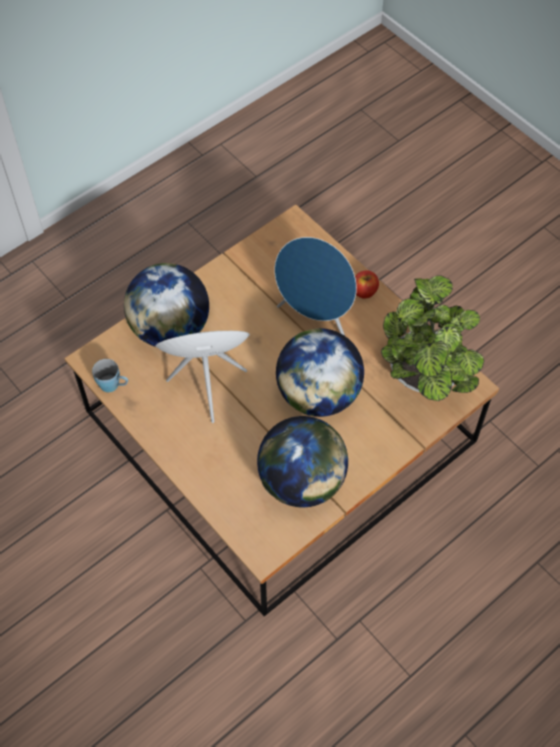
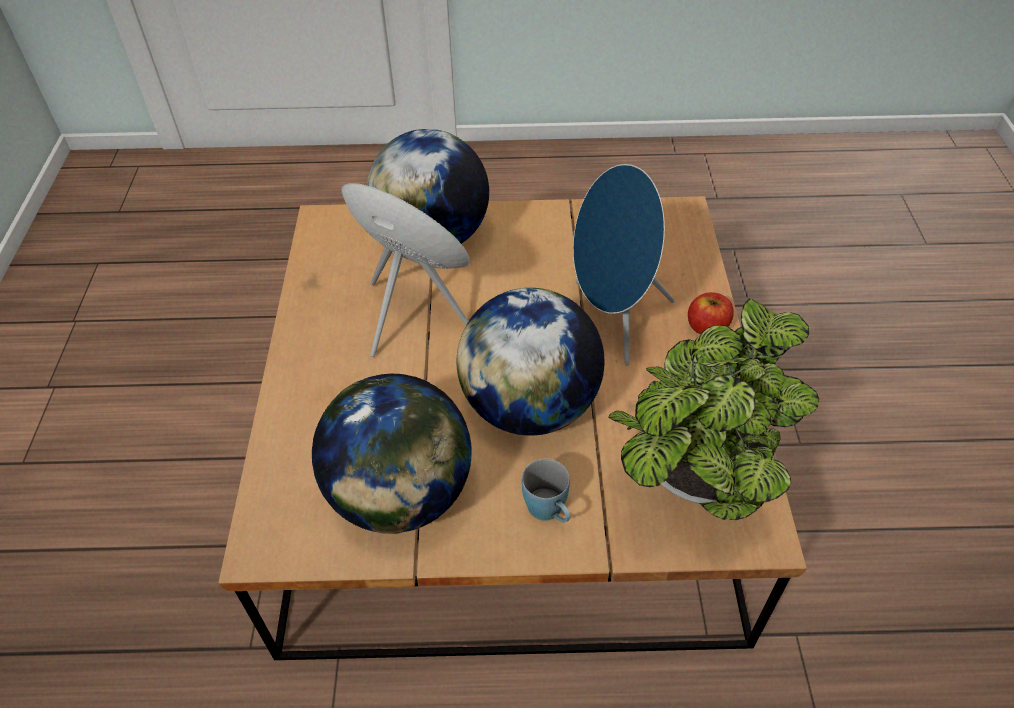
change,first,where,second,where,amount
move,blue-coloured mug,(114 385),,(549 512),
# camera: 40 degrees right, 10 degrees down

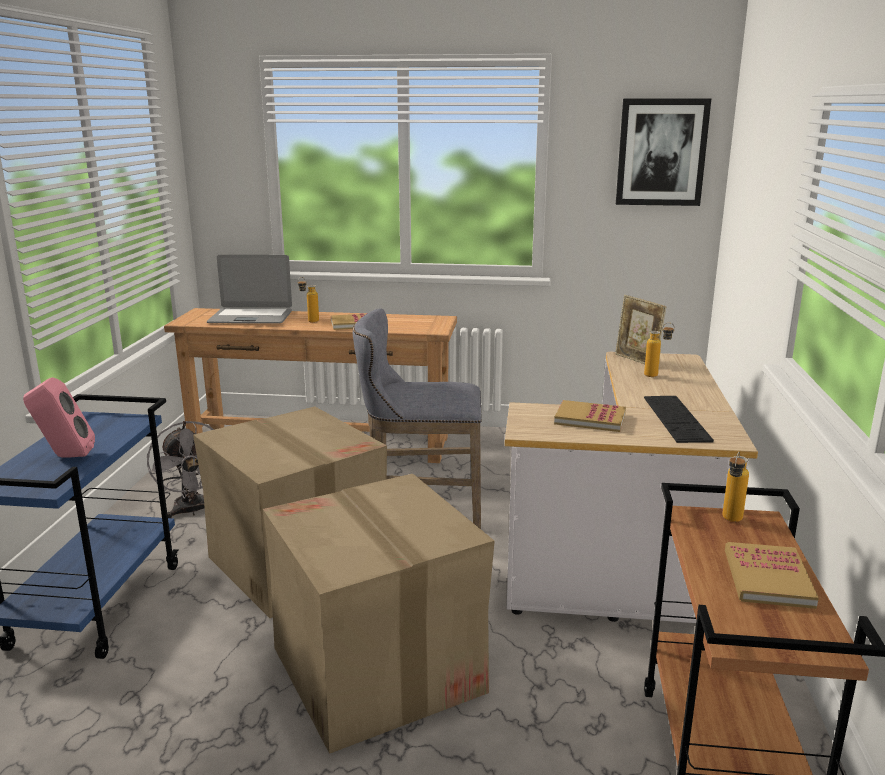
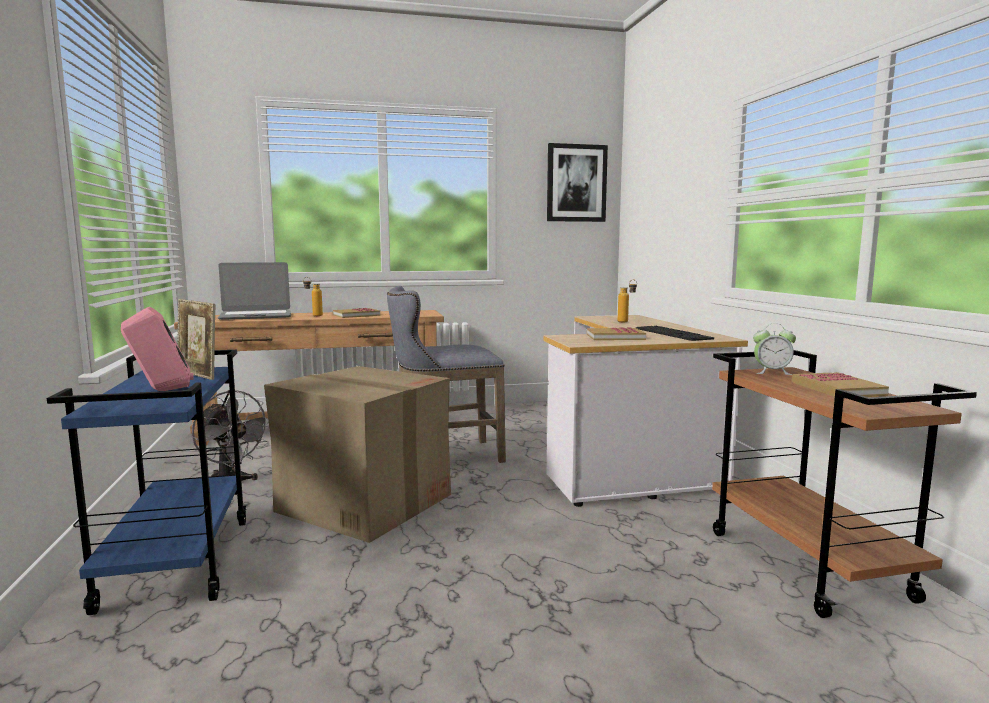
change,first,where,second,where,amount
delete,carton,(378 670),,,
move,picture frame,(637 361),,(198 375),
replace,bottle,(730 521),bedside clock,(772 372),
# camera: 20 degrees left, 10 degrees down

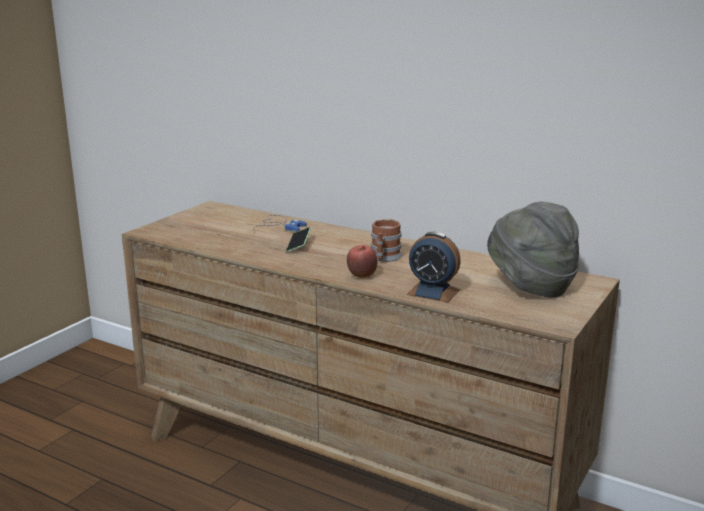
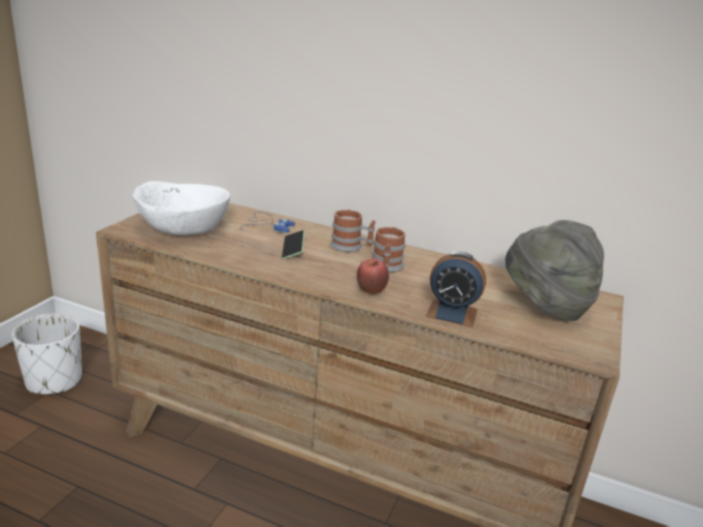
change,first,where,second,where,amount
insert,,,white plant pot,(54 380),
insert,,,white bowl,(183 228),
insert,,,mug,(351 247),
# camera: 10 degrees left, 5 degrees up

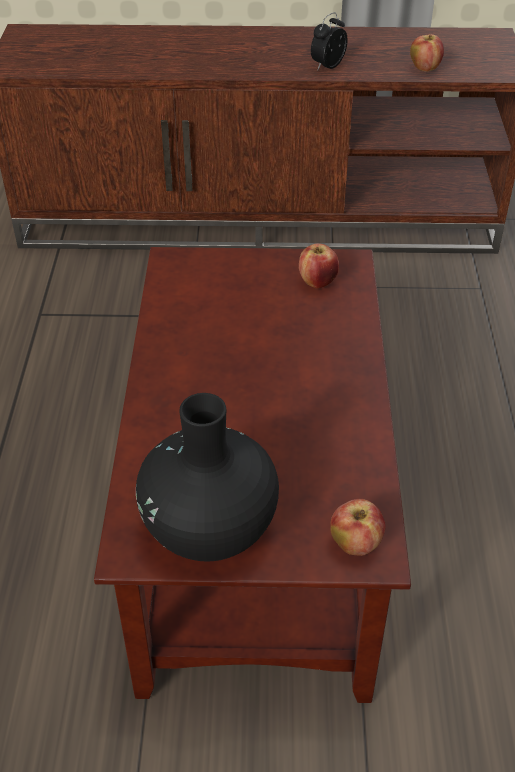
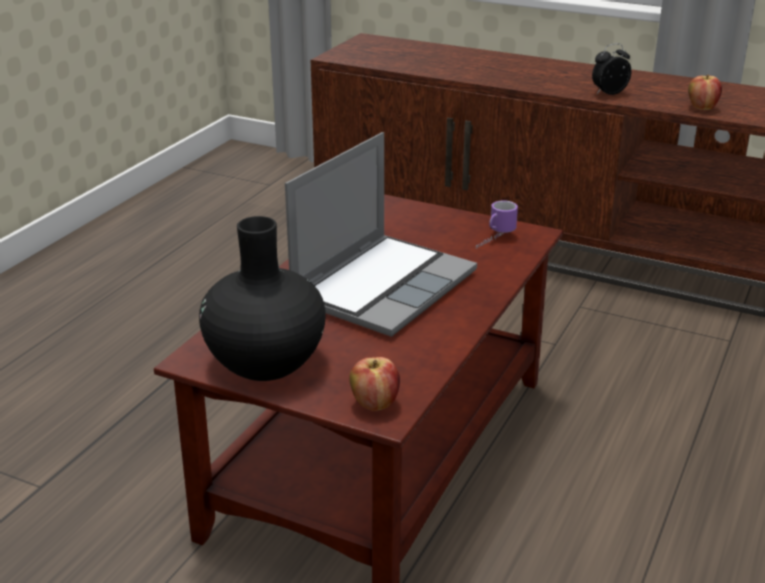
change,first,where,second,where,amount
insert,,,laptop,(383 286),
replace,apple fruit,(317 282),mug,(493 240),
# camera: 25 degrees right, 15 degrees down

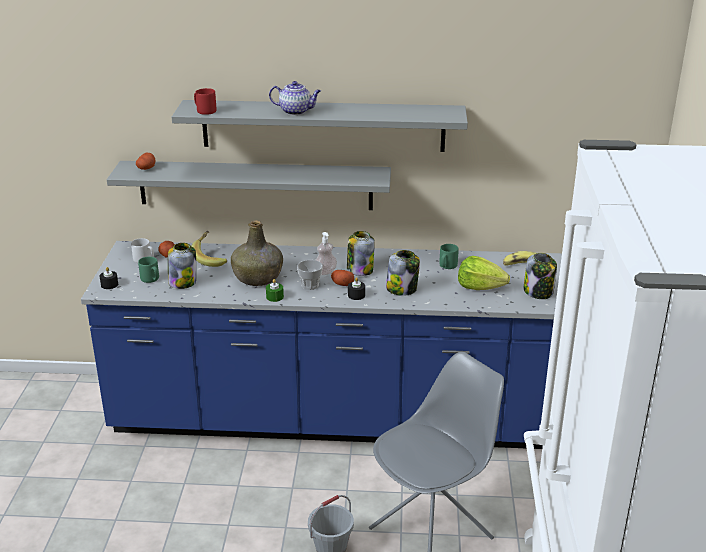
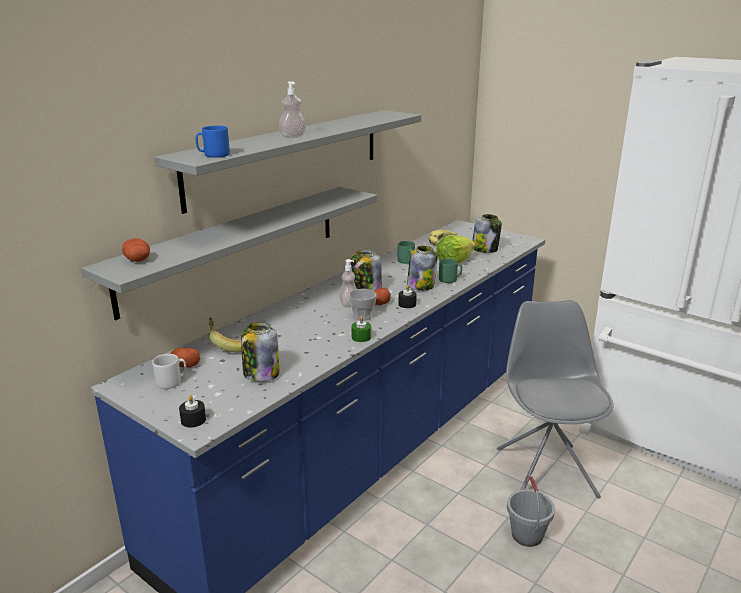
change,first,where,second,where,amount
delete,green bottle,(258 277),,,
move,green mug,(151 279),,(450 279),
replace,pot for tea,(296 111),liquid soap bottle,(293 136),
recolor,red mug,(204 111),blue-coloured mug,(213 155),
# camera: 55 degrees left, 5 degrees down

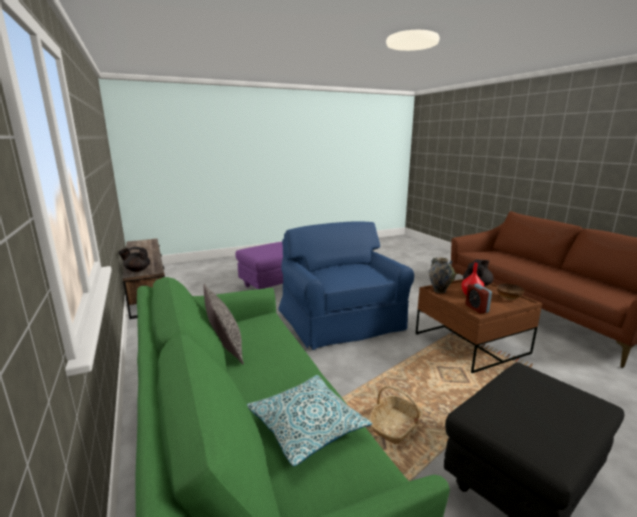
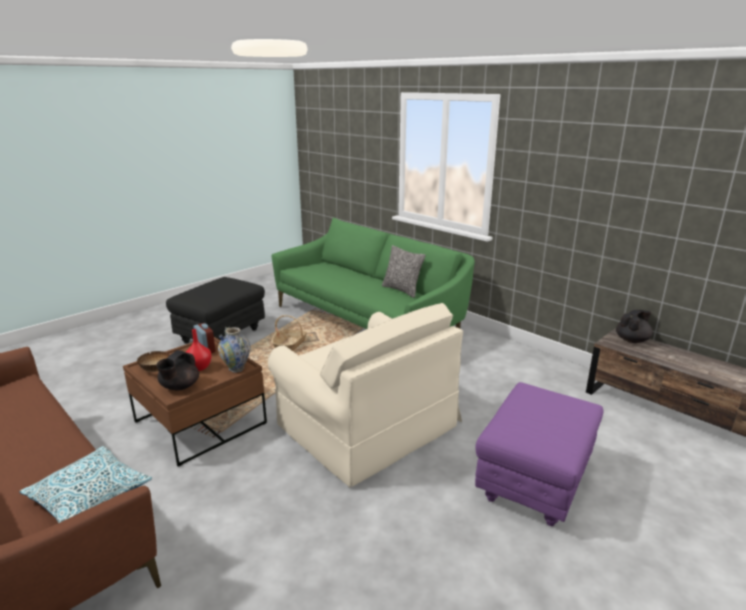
change,first,where,second,where,amount
move,throw pillow,(307 426),,(90 496),
recolor,blue-coloured armchair,(341 320),beige-coloured armchair,(367 426),
# camera: 160 degrees right, 5 degrees up

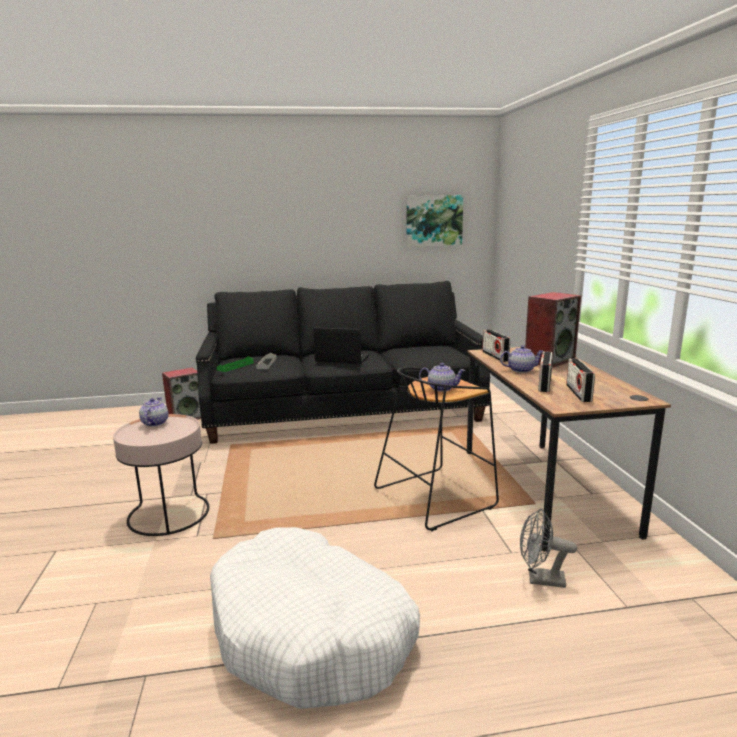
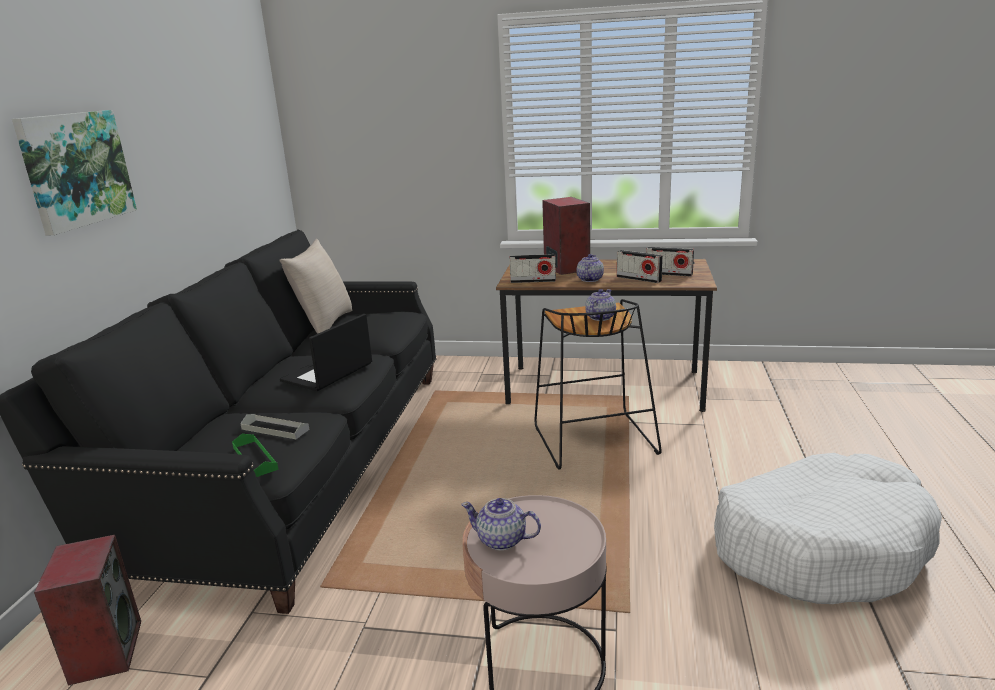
change,first,where,second,where,amount
delete,grey electric fan,(540 579),,,
insert,,,beige-coloured throw pillow,(324 324),
move,wall picture,(433 221),,(76 169),
# camera: 70 degrees left, 5 degrees up

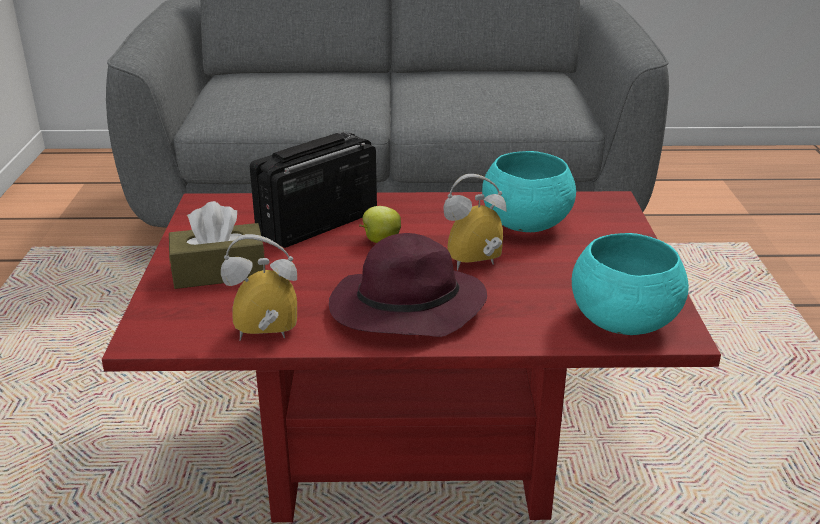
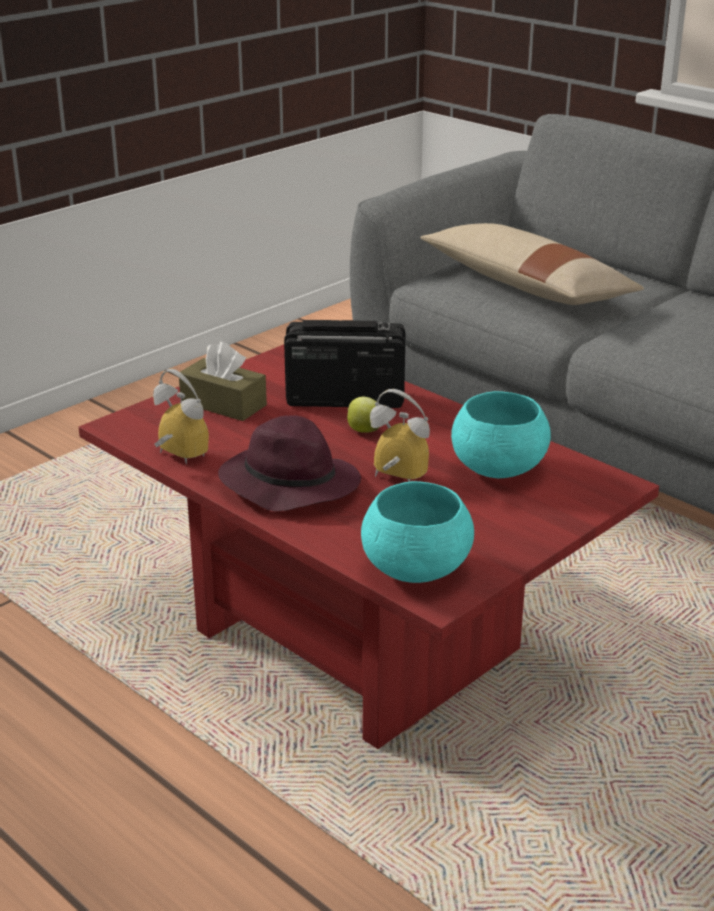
change,first,where,second,where,amount
insert,,,beige-coloured throw pillow,(526 286),
# camera: 45 degrees right, 0 degrees up

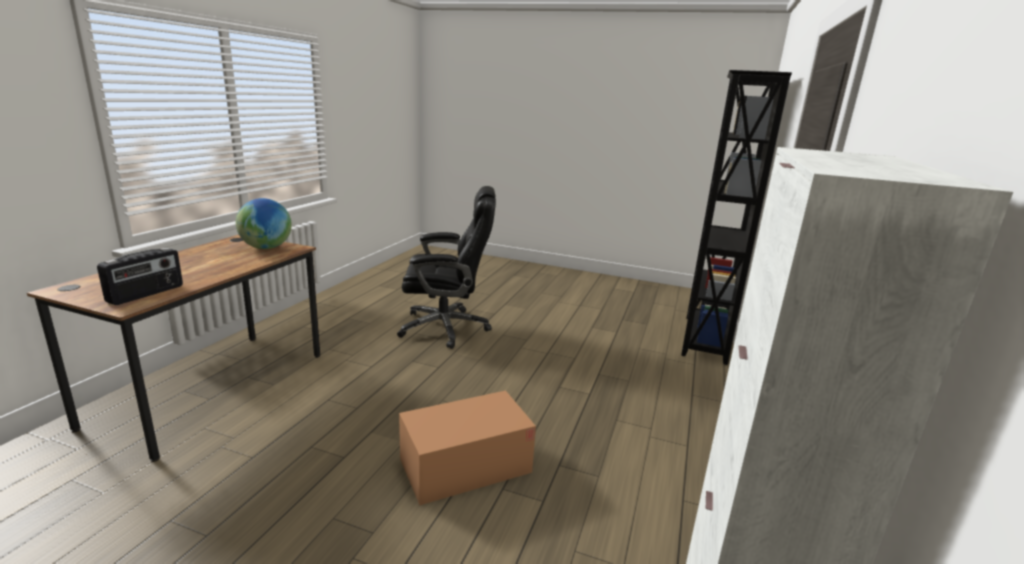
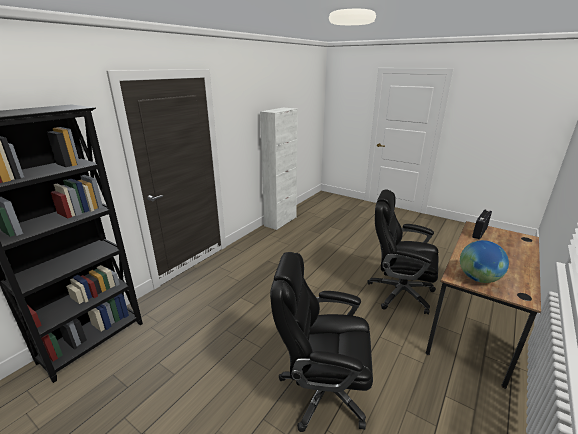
change,first,where,second,where,amount
delete,carton,(465 466),,,
insert,,,black-coloured office chair,(399 292),
# camera: 165 degrees left, 5 degrees up

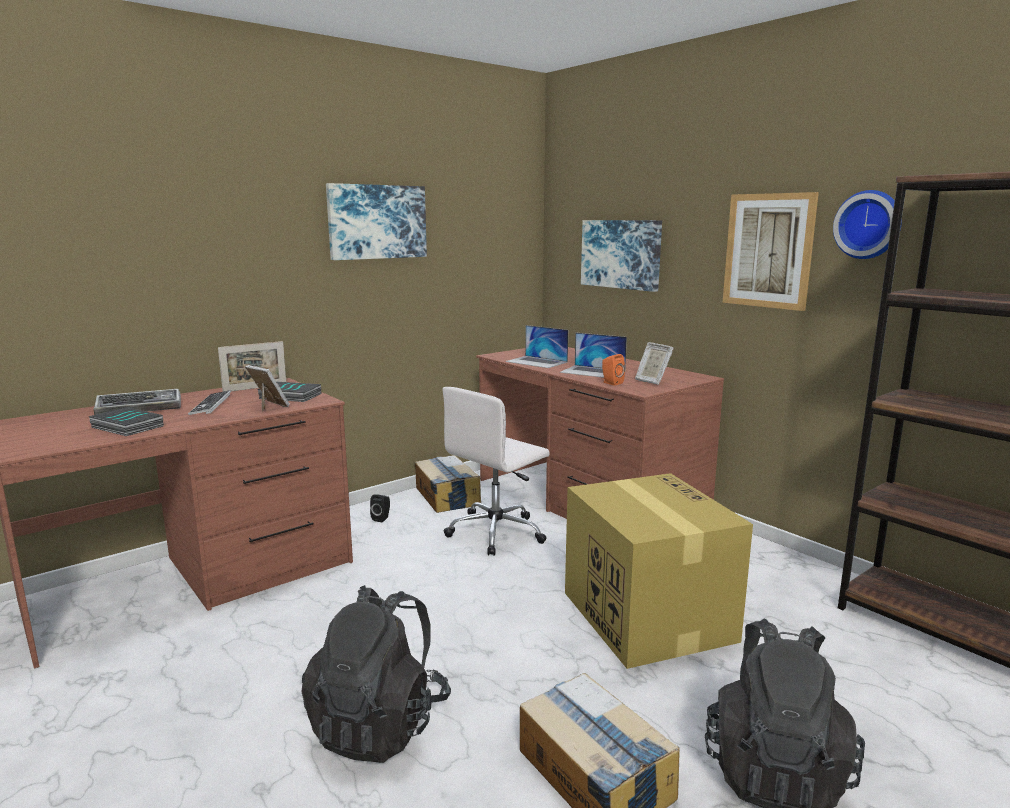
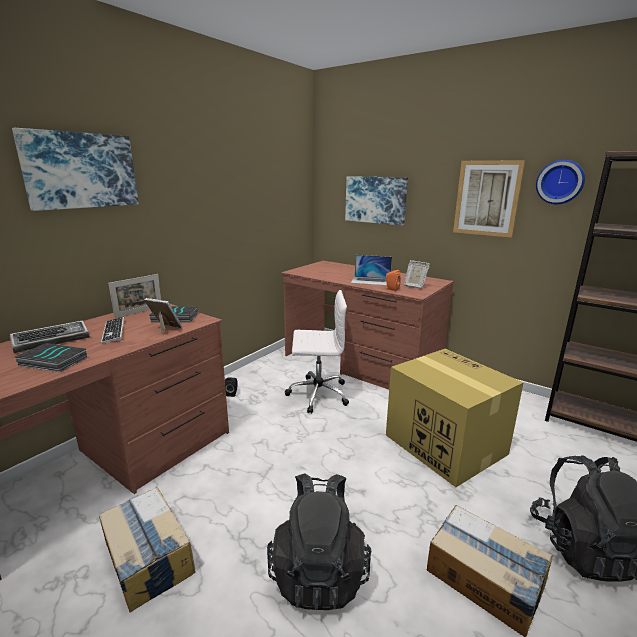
change,first,where,second,where,amount
delete,laptop,(536 362),,,
move,wall picture,(377 222),,(81 170),
move,carton,(447 496),,(148 558),
rotate,white office chair,(497 532),,(317 394),120 degrees counterclockwise
# camera: 15 degrees left, 5 degrees up

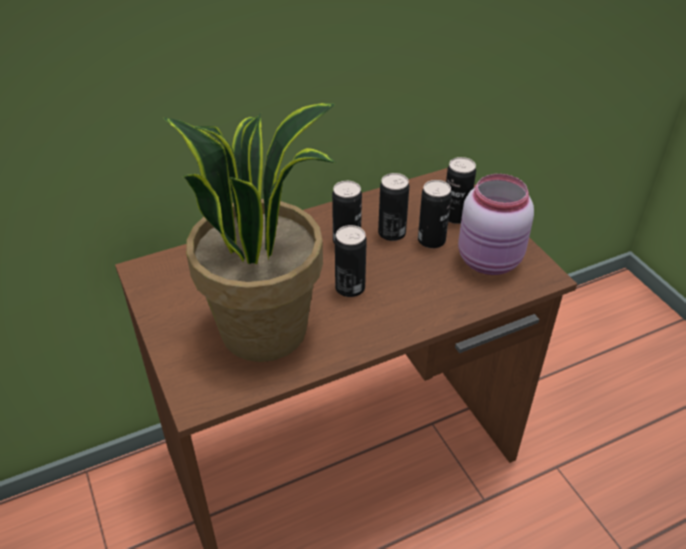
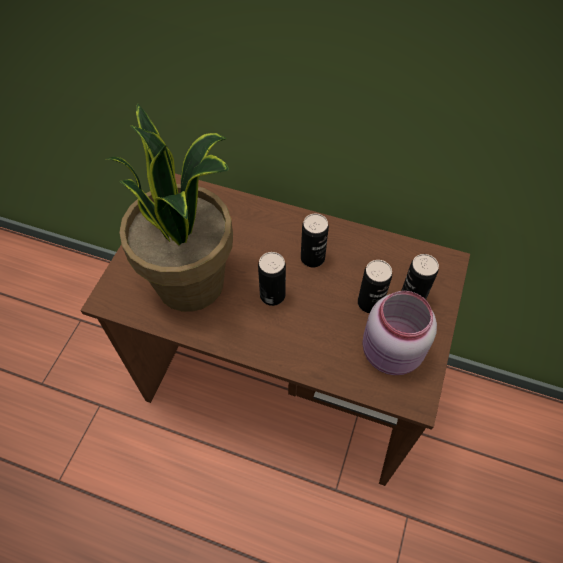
change,first,where,second,where,amount
delete,can,(392 233),,,
# camera: 45 degrees right, 15 degrees up

